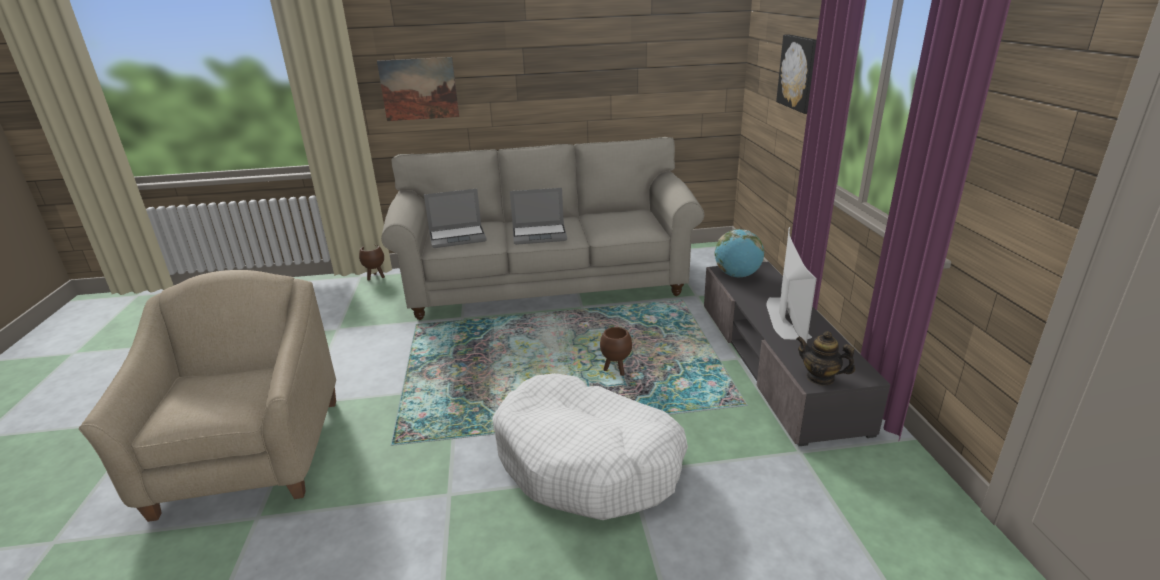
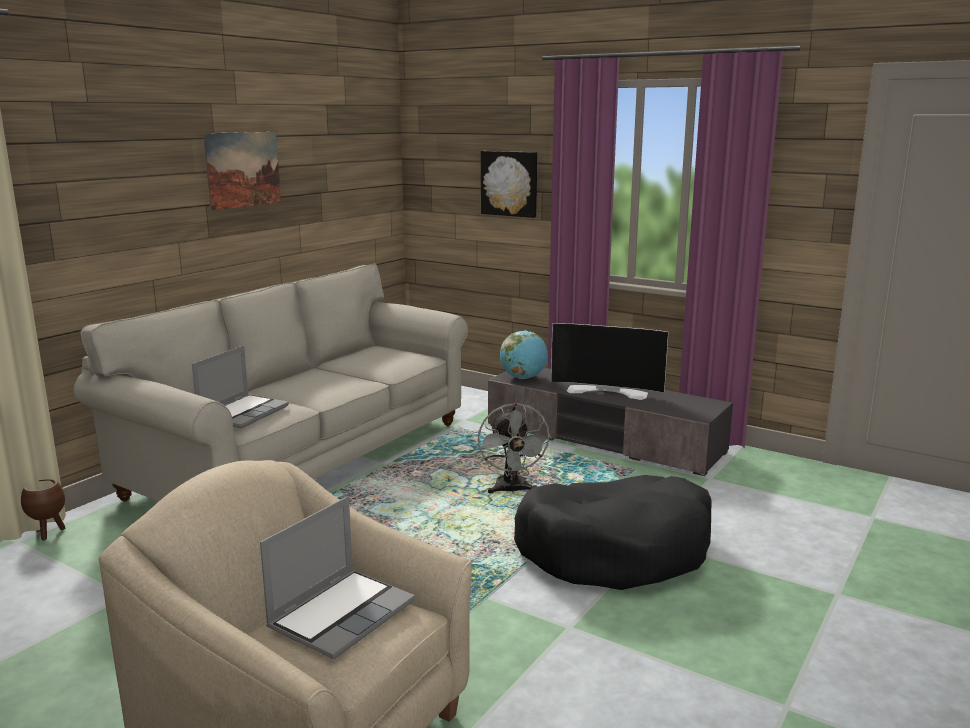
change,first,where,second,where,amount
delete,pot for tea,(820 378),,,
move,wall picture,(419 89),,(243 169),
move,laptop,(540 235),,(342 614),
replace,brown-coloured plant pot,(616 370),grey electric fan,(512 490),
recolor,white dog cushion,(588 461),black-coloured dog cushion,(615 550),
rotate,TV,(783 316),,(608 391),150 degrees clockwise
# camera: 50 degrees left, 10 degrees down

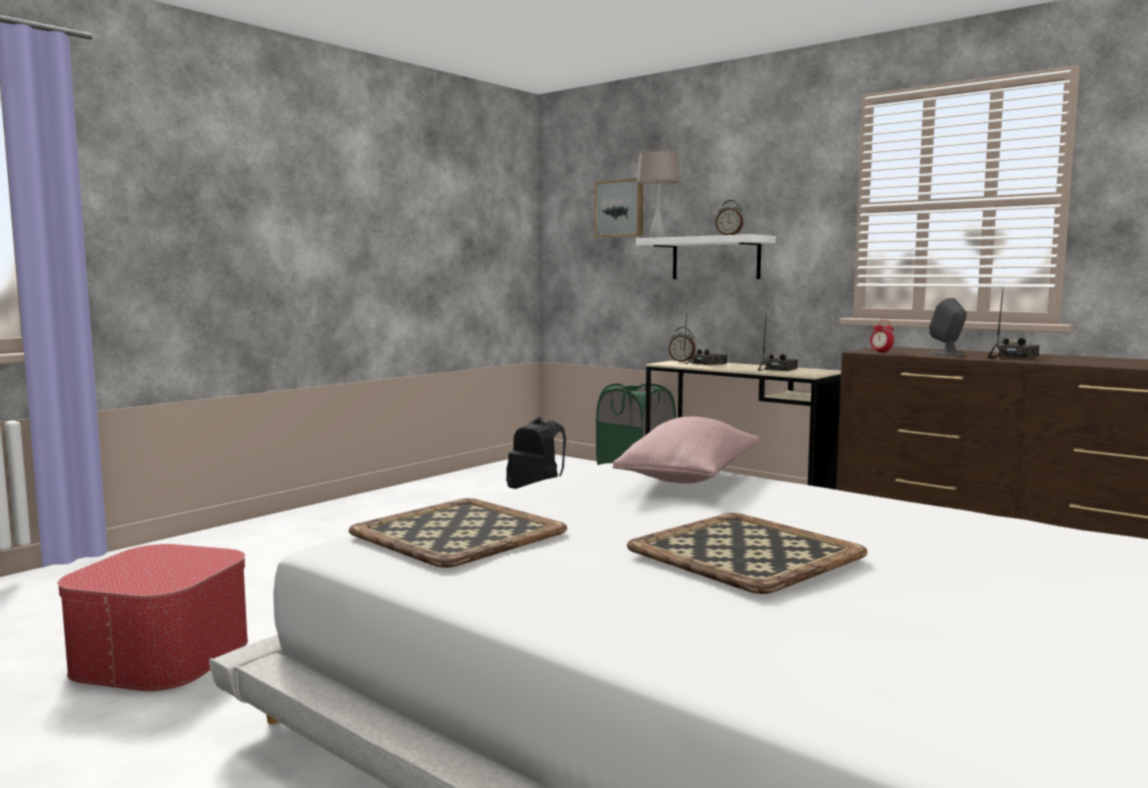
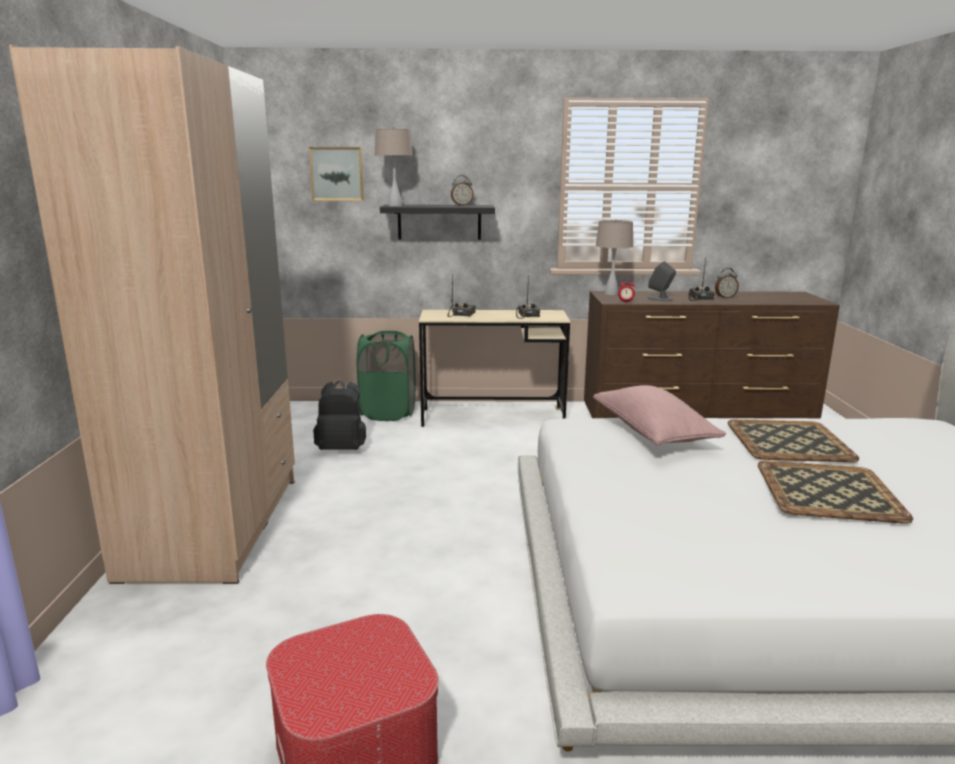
change,first,where,second,where,amount
insert,,,beige-coloured clothes cupboard,(215 525),
insert,,,beige-coloured lamp for a table,(611 294),
move,carrying tray,(456 532),,(788 441),
move,bedside clock,(682 361),,(725 297),
recolor,white shelf,(715 258),black-coloured shelf,(439 222),
# camera: 40 degrees left, 10 degrees up

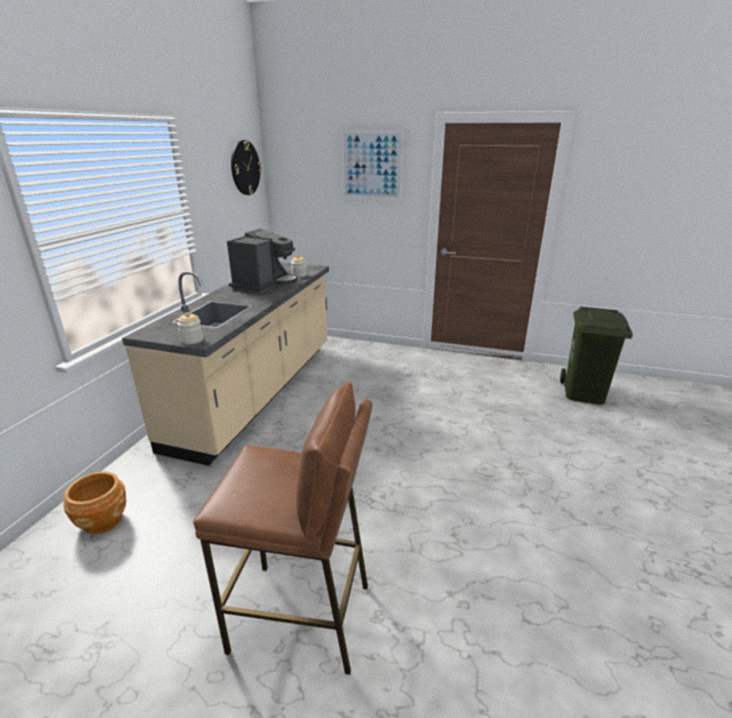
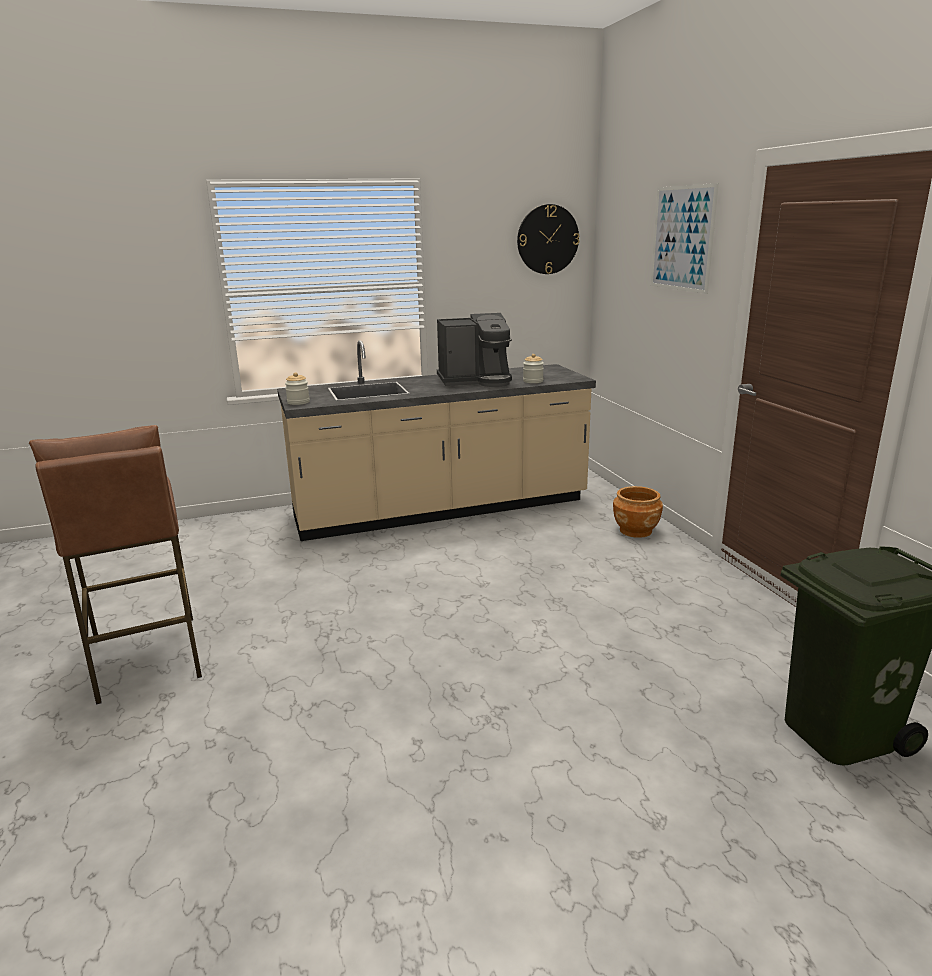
change,first,where,second,where,amount
move,brown-coloured plant pot,(103 521),,(636 530),
# camera: 55 degrees right, 5 degrees down

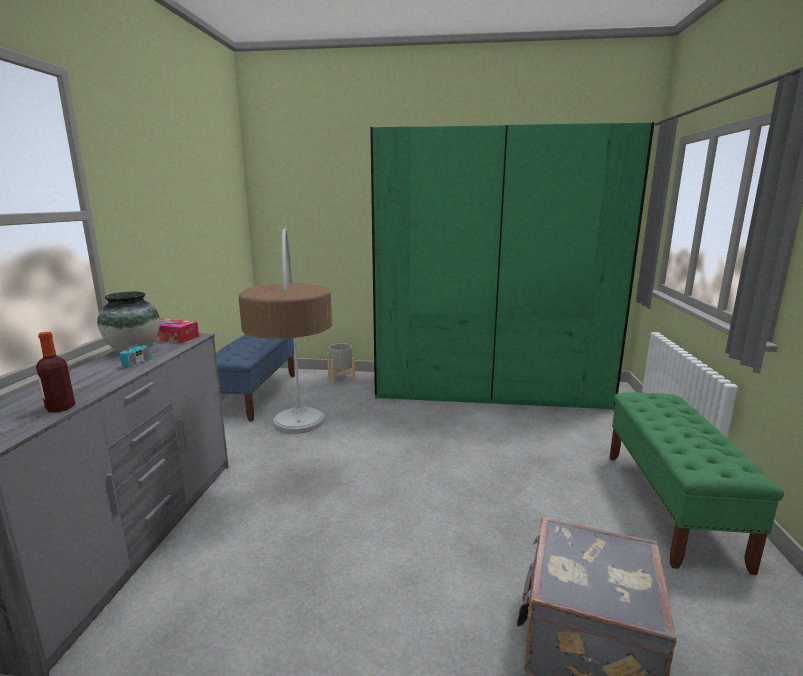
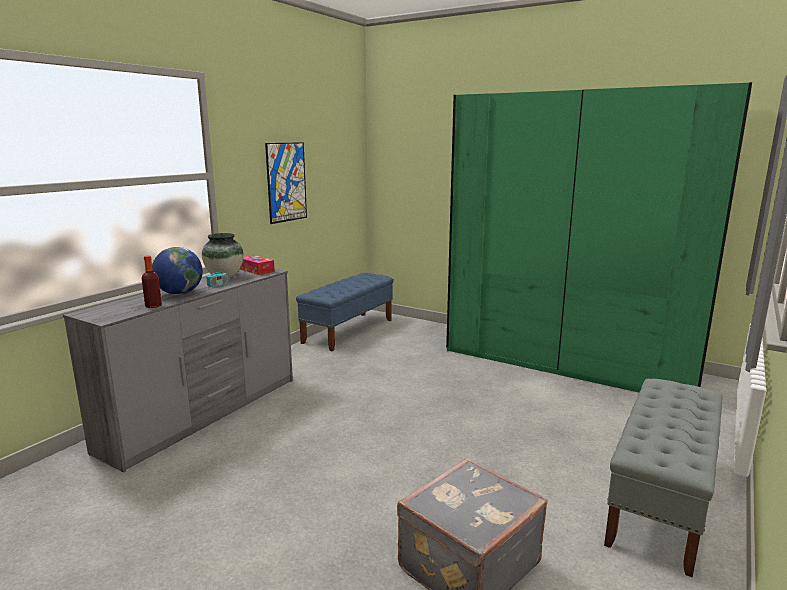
change,first,where,second,where,amount
delete,standard lamp,(299 456),,,
delete,grey plant pot,(341 378),,,
insert,,,globe,(179 293),
insert,,,wall picture,(286 182),
recolor,green bench,(670 506),grey bench,(661 501),
# camera: 25 degrees right, 0 degrees up

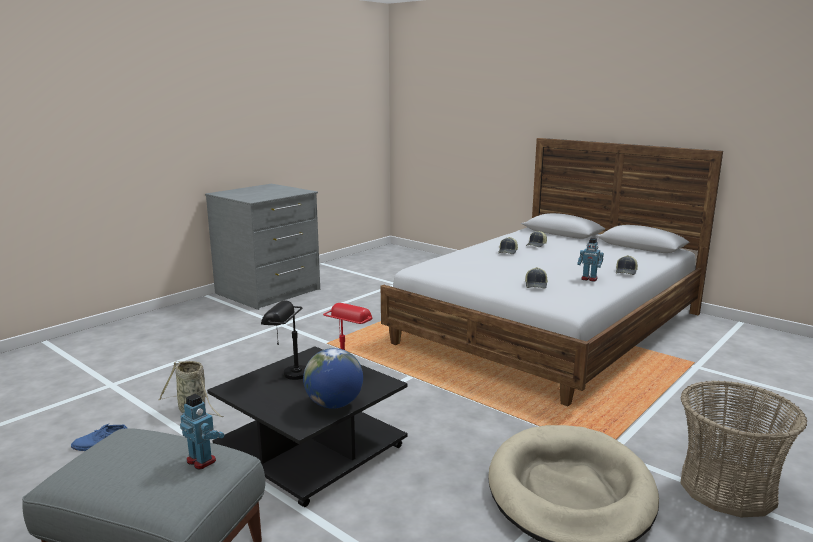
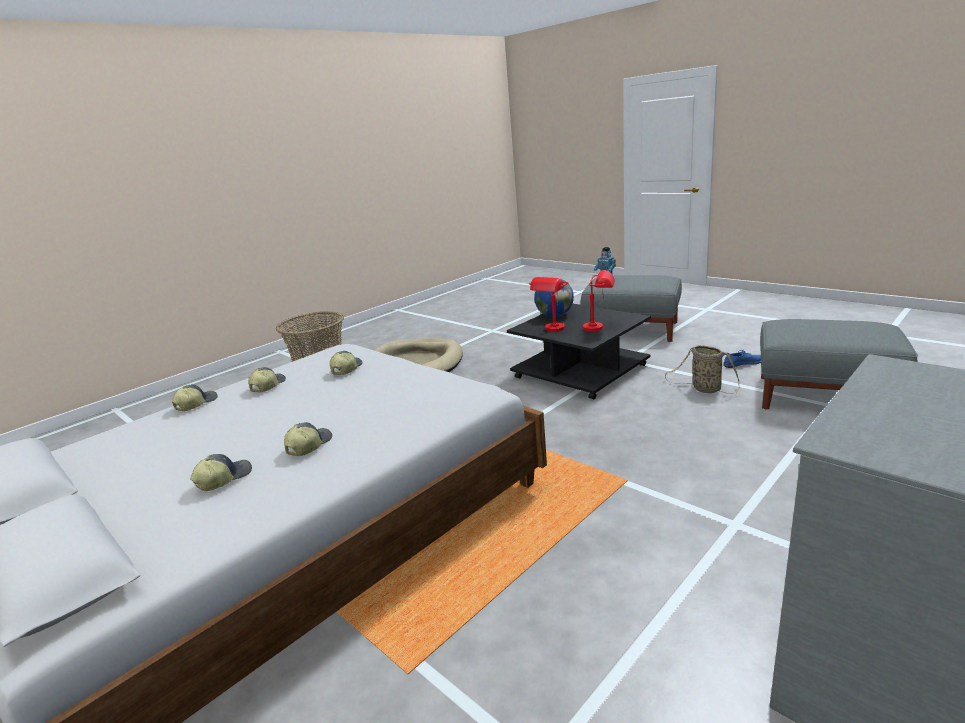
change,first,where,second,where,amount
insert,,,grey footrest,(825 397),
replace,model robot,(589 279),cap,(267 386),
recolor,black-coloured lamp for a table,(287 373),red lamp for a table,(600 327),
# camera: 175 degrees left, 5 degrees up

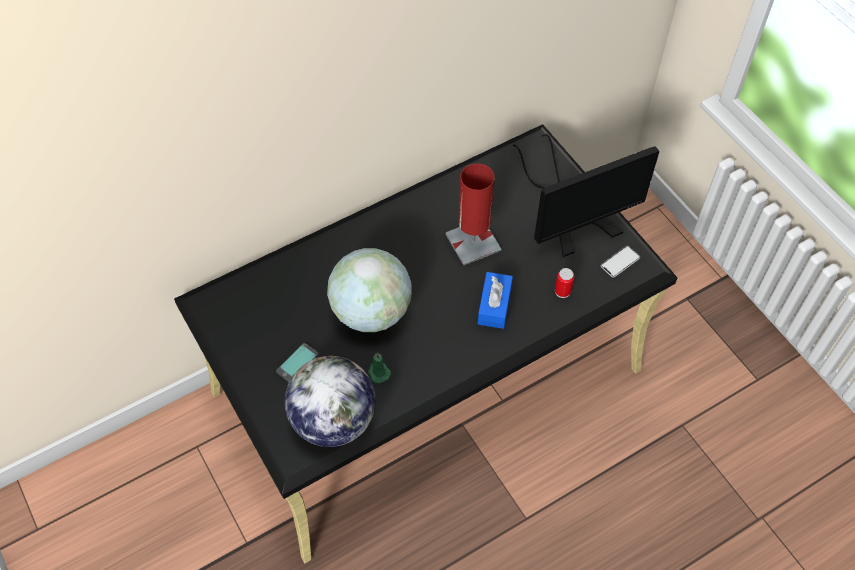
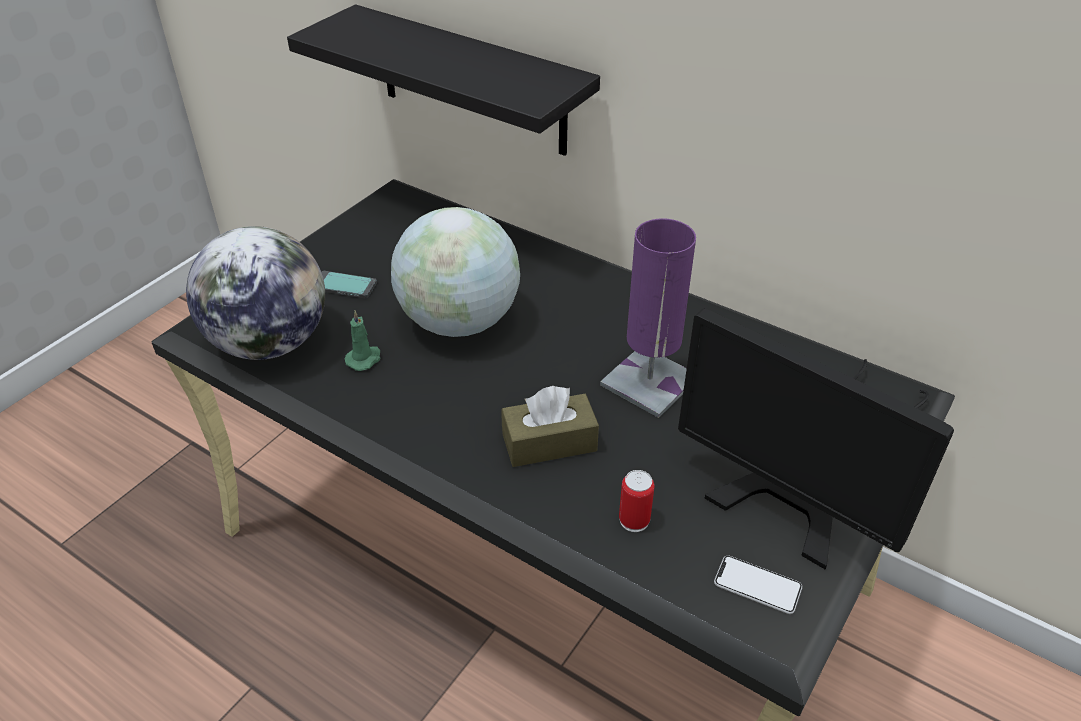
change,first,where,second,where,amount
insert,,,black-coloured shelf,(472 81),
recolor,red lamp for a table,(473 242),purple lamp for a table,(649 382),
recolor,blue-coloured box of tissues,(494 305),brown-coloured box of tissues,(549 443),
# camera: 65 degrees right, 15 degrees down

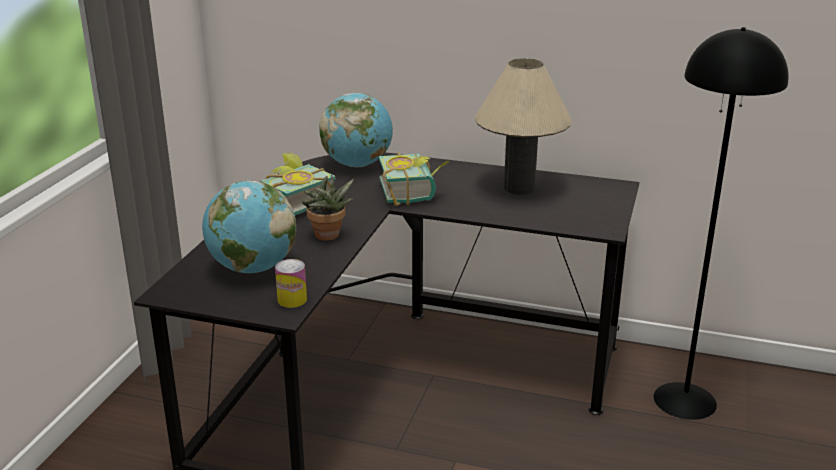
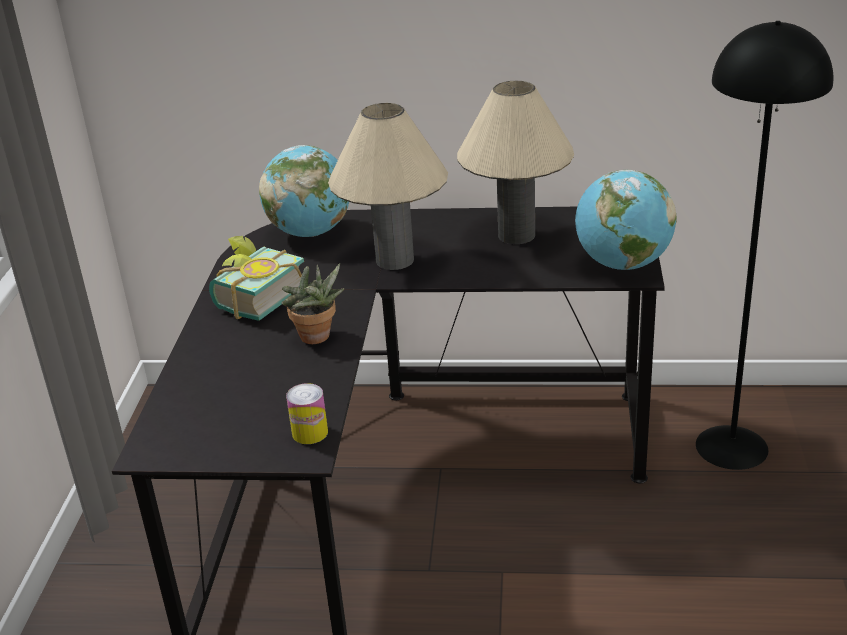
change,first,where,second,where,amount
move,globe,(252 268),,(622 264),
replace,bound book,(414 192),beige-coloured lamp for a table,(395 260),
# camera: 10 degrees left, 5 degrees up

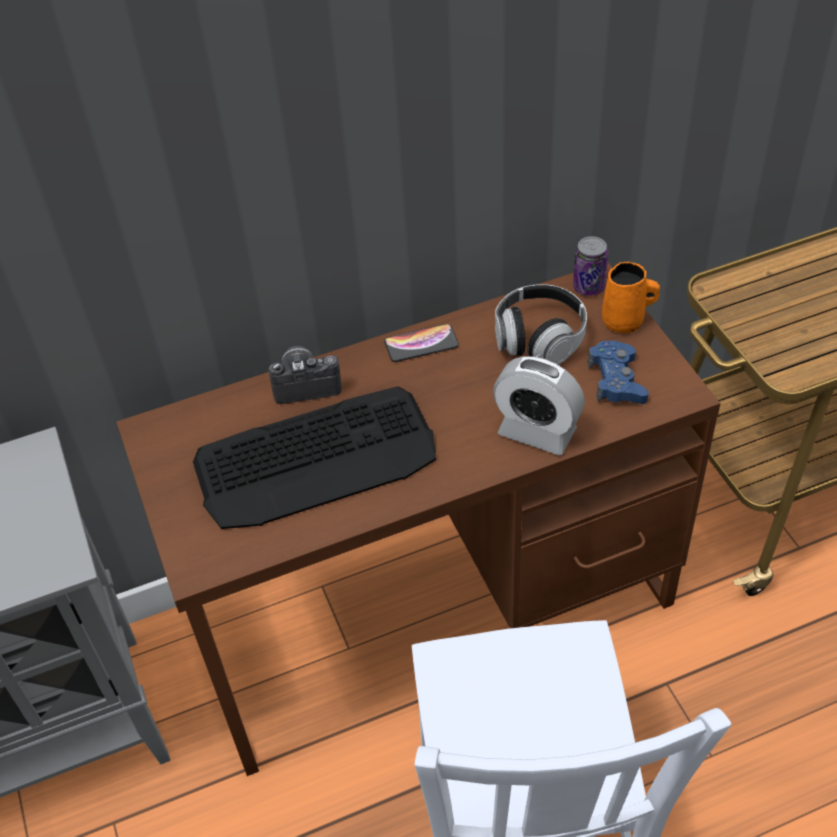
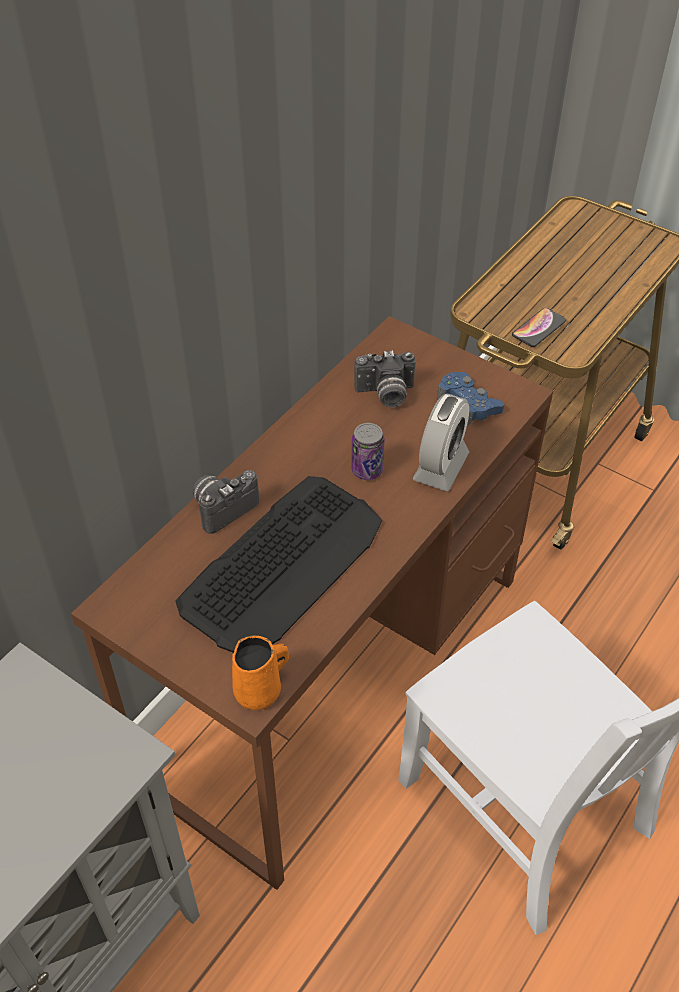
change,first,where,second,where,amount
move,phone,(421 344),,(539 328),
move,can,(588 287),,(367 470),
move,orange mug,(625 321),,(260 691),
replace,pair of headphones,(539 339),still camera,(385 395),
rotate,bedside clock,(537 432),,(441 467),60 degrees counterclockwise
# camera: 35 degrees left, 0 degrees up

